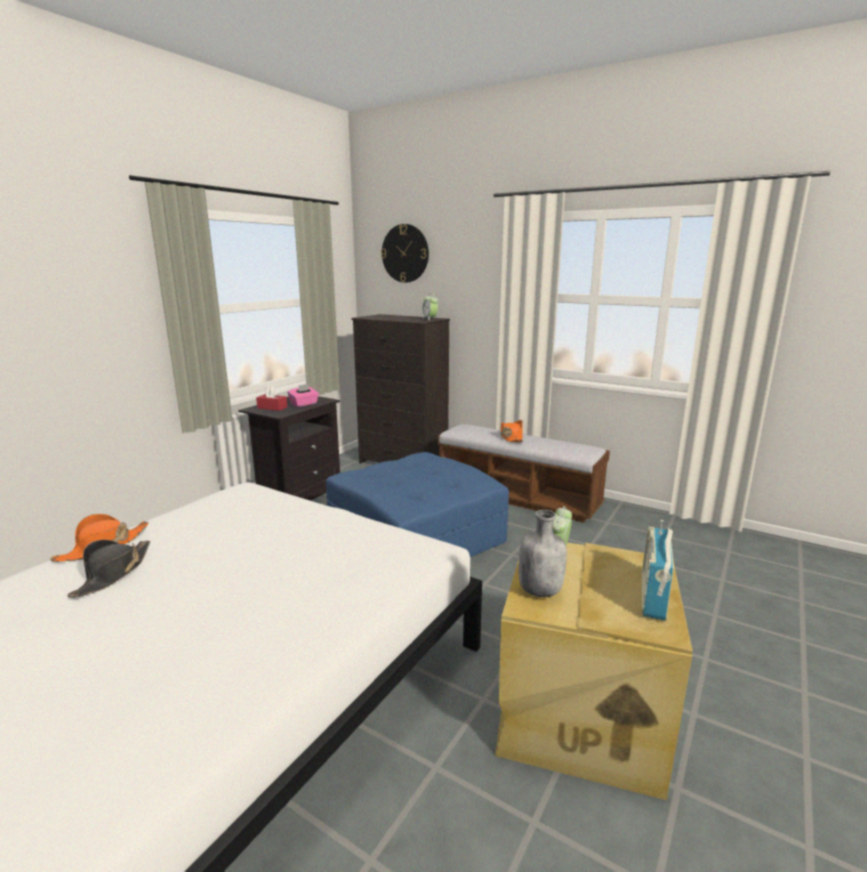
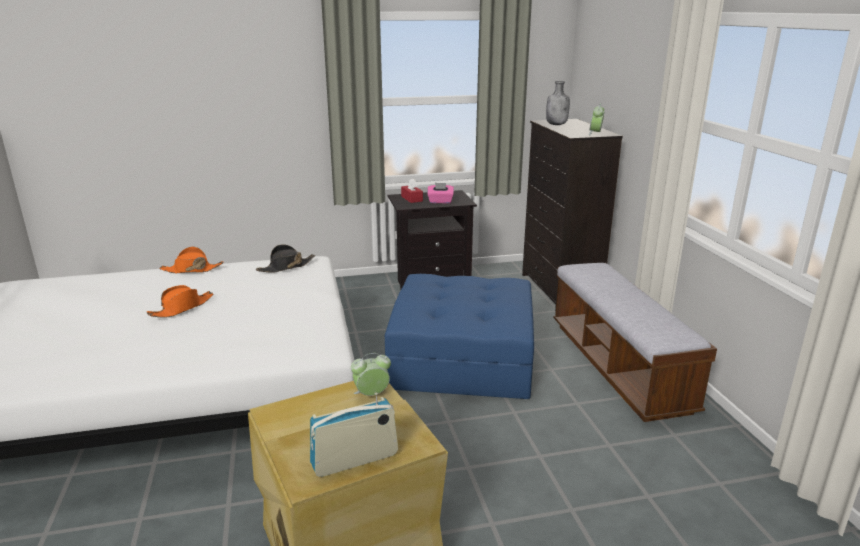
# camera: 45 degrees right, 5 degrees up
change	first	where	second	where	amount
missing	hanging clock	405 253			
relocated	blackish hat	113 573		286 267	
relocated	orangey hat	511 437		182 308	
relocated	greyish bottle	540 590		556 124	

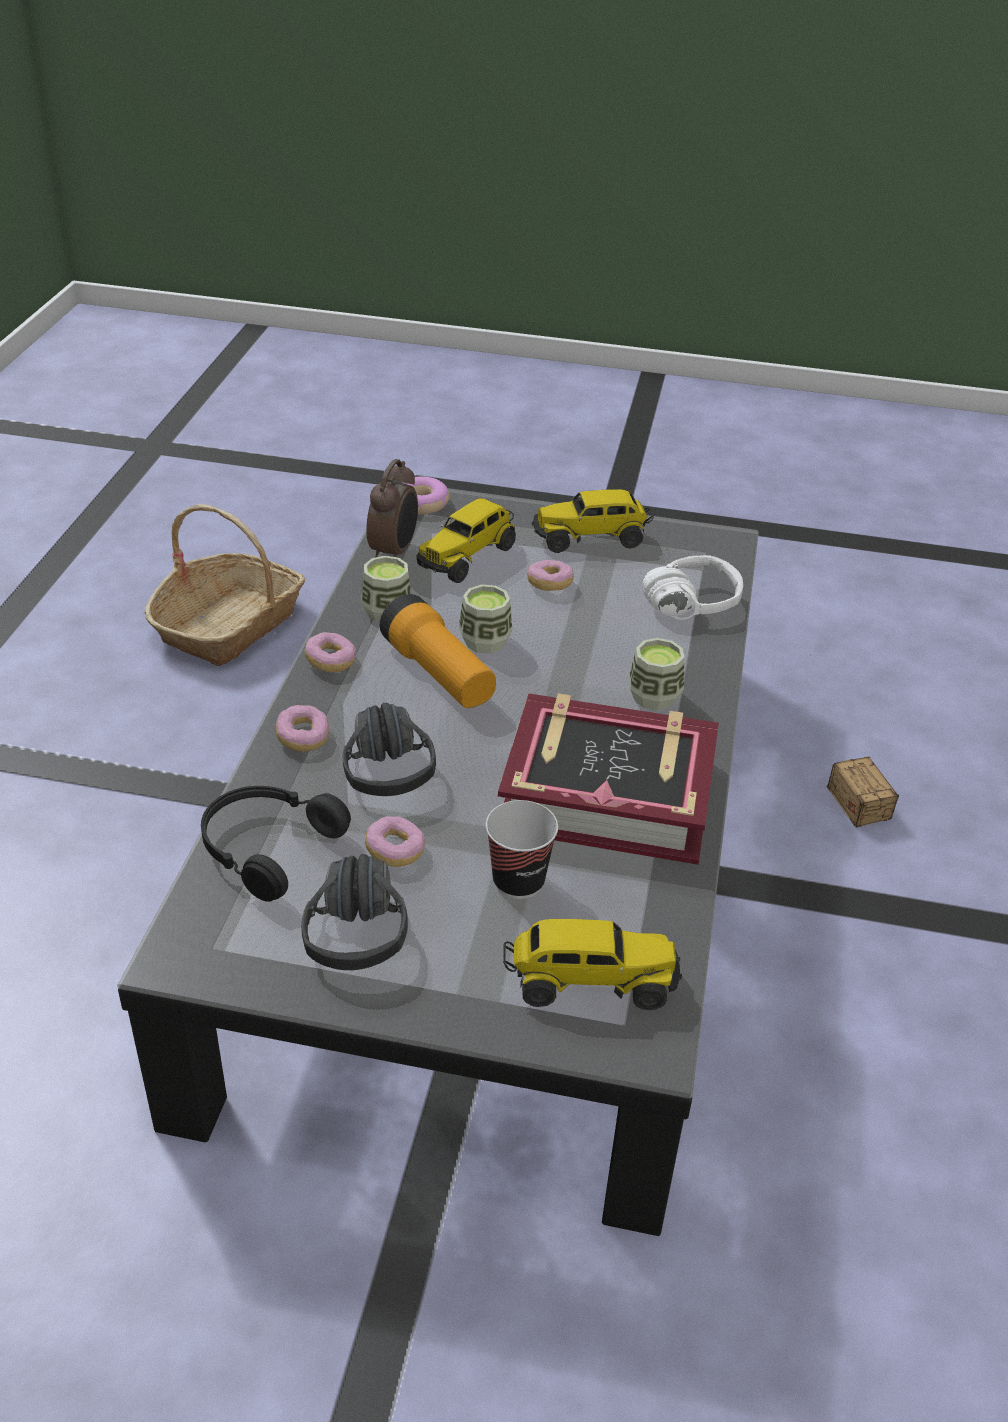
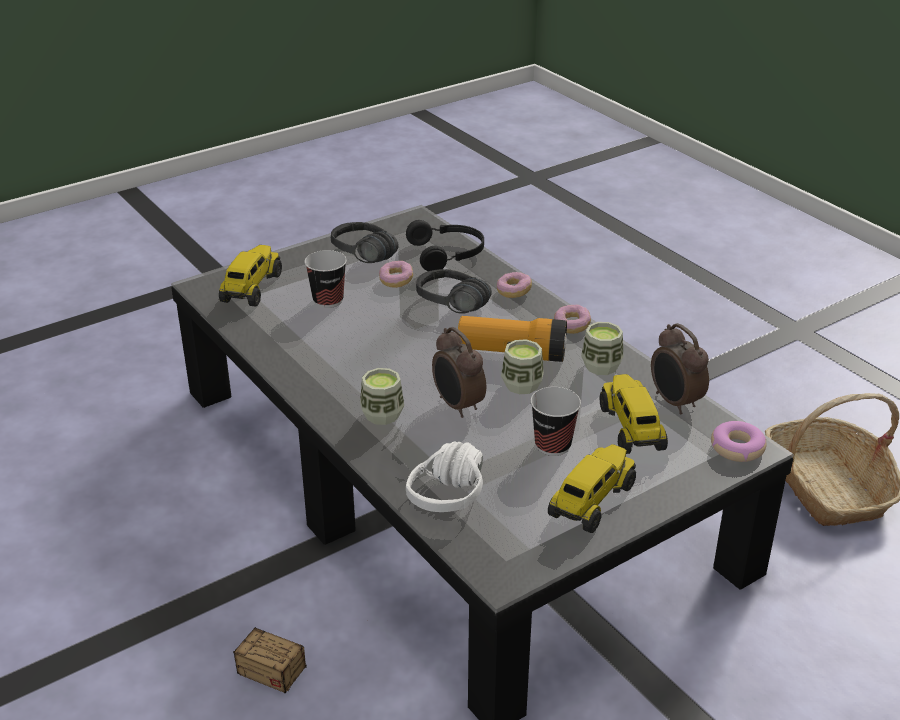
# camera: 135 degrees right, 5 degrees down
change	first	where	second	where	amount
missing	volume	608 793			
appeared			alarm clock	457 406	
exchanged	donut	549 584	small cup	553 445	
spun	toy lorry	590 981		251 288	150 degrees clockwise

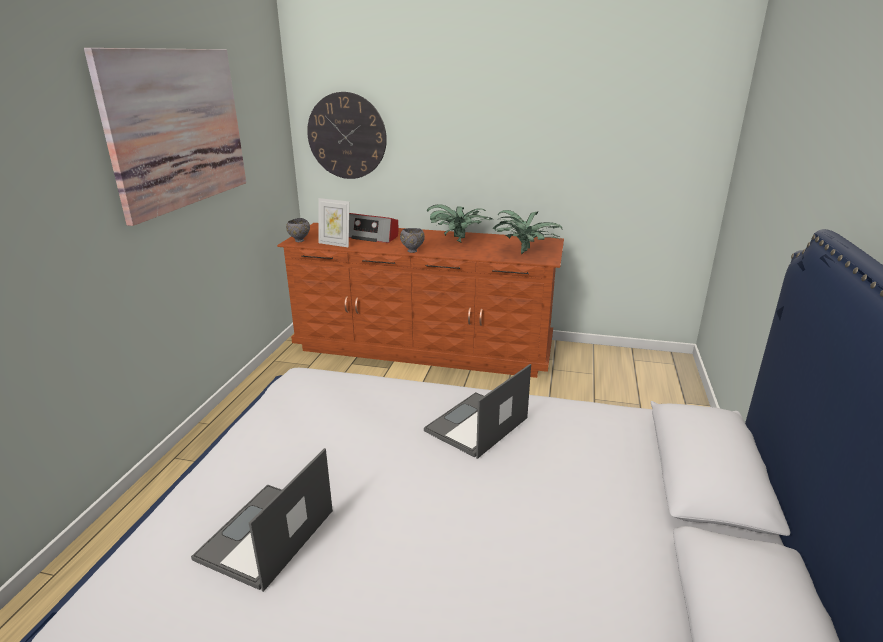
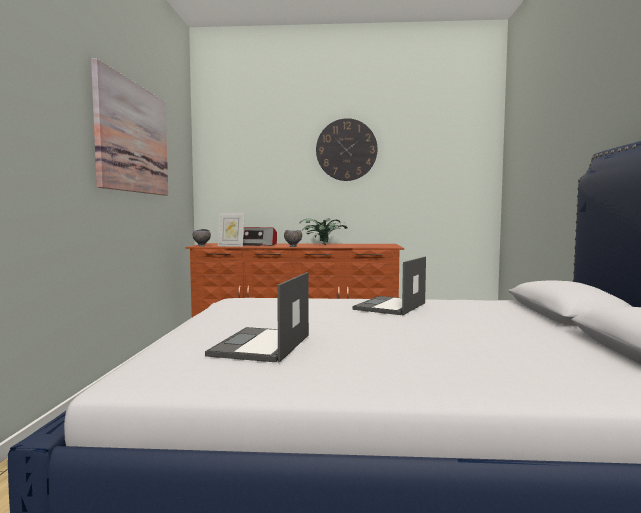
# camera: 10 degrees left, 20 degrees down
change	first	where	second	where	amount
missing	potted plant	525 253			
relocated	hanging clock	347 136		346 150	

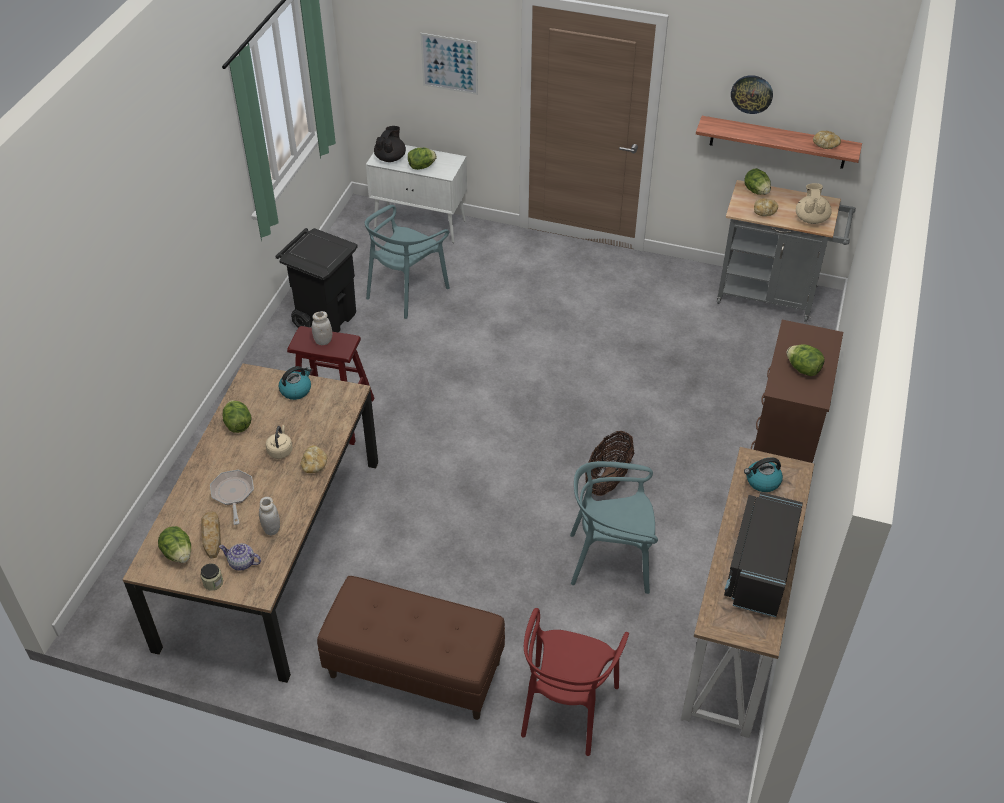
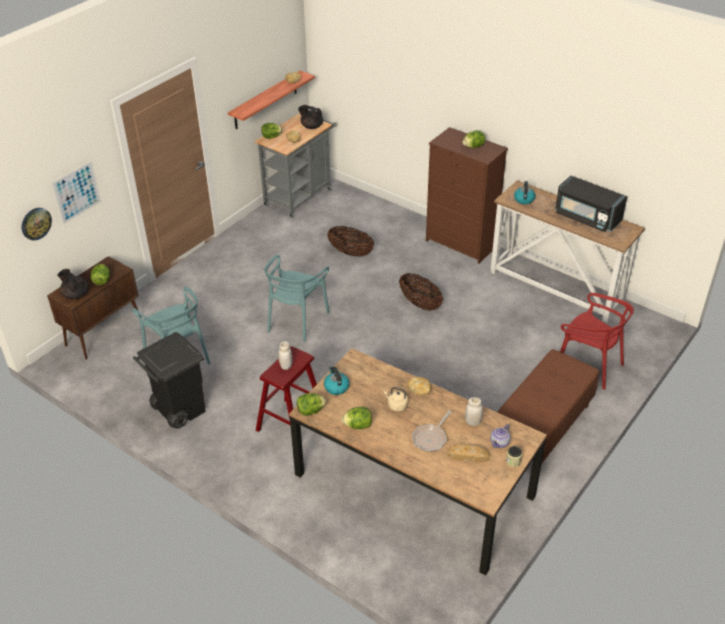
# camera: 70 degrees left, 5 degrees down
change	first	where	second	where	amount
appeared			household basket	350 253	
relocated	lettuce	178 554		310 411	
relocated	blue-green plain chair	610 560		296 321	
relocated	hanging clock	752 94		36 223	
colour	white cupboard	421 224	brown cupboard	104 332	
colour	sand-coloured teapot	811 218	blackish teapot	311 126	
spun	skillet	233 494		431 438	60 degrees counterclockwise

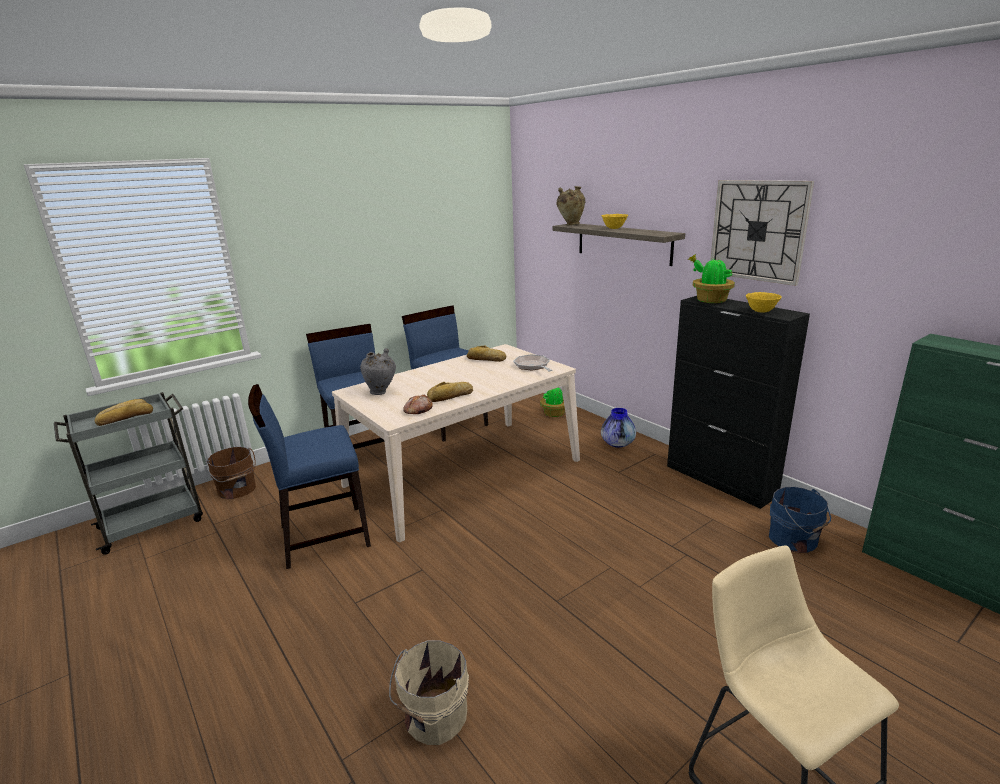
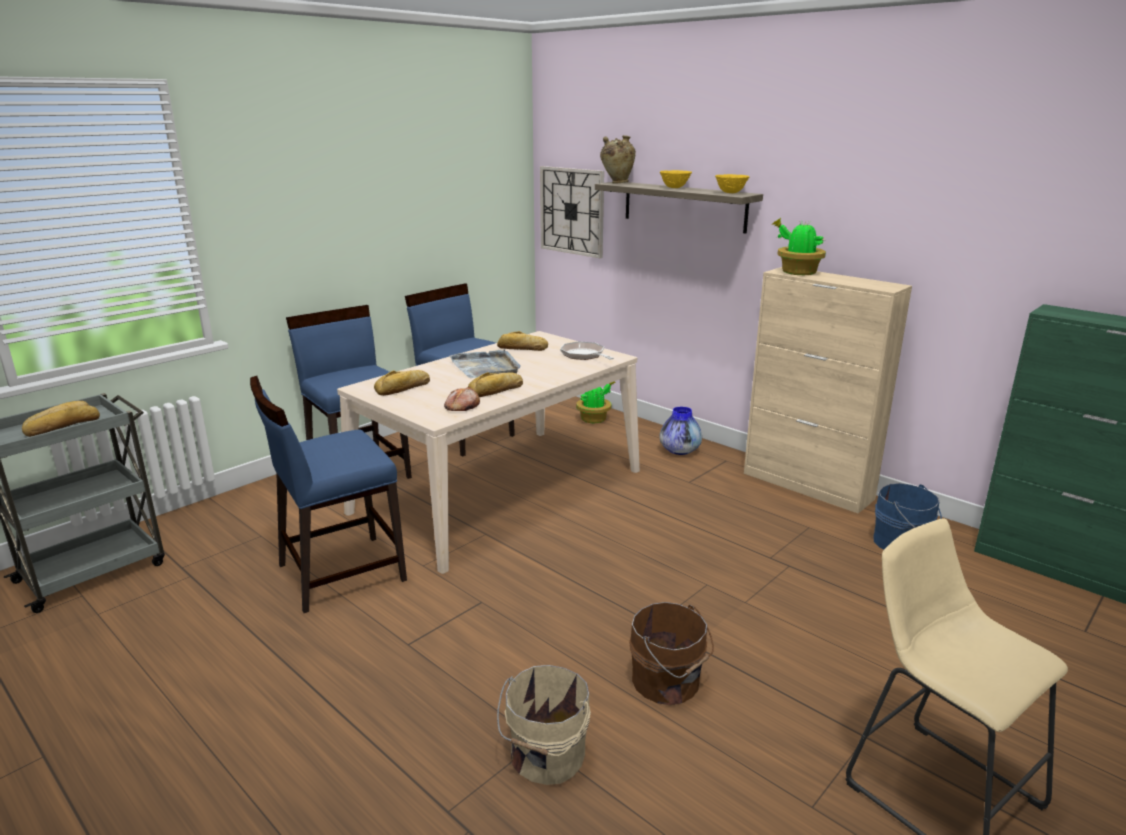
# camera: 10 degrees left, 0 degrees up
change	first	where	second	where	amount
appeared			greyish serving tray	486 367	
relocated	brown bucket	237 490		668 683	
relocated	hanging clock	758 231		572 211	
relocated	yellowish serving bowl	761 311		731 193	
exchanged	greyish flower vase	381 392	bakery bread	404 388	
colour	blackish cupboard	720 480	sand-coloured cupboard	807 486	

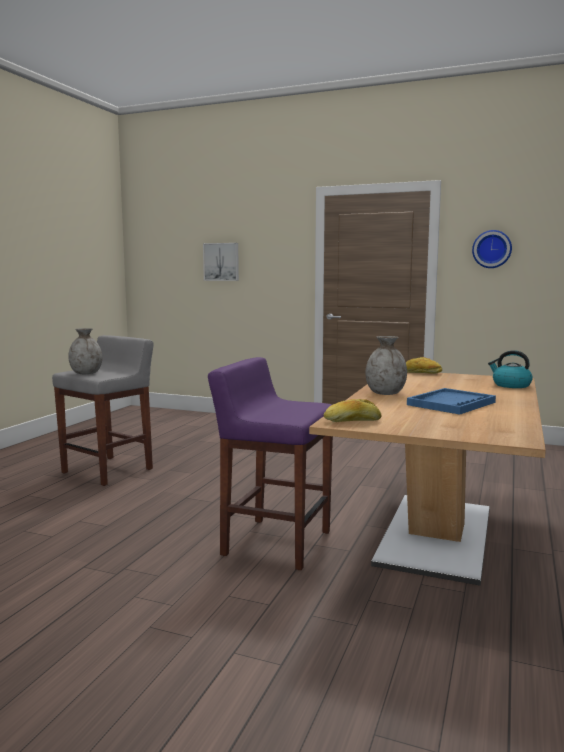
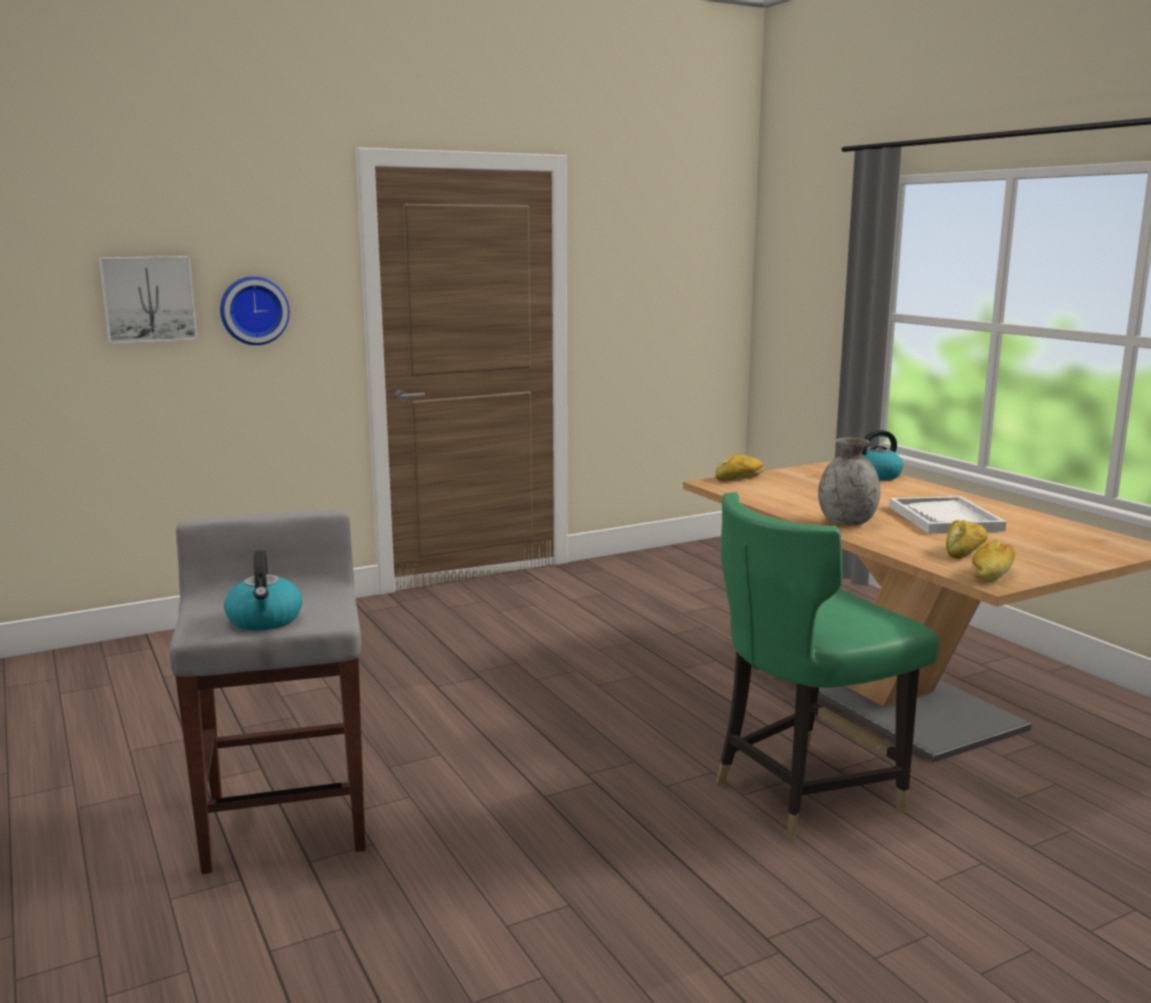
# camera: 50 degrees left, 5 degrees up
change	first	where	second	where	amount
appeared			bakery bread	965 551	
relocated	hanging clock	492 249		253 310	
exchanged	greyish flower vase	86 373	kettle	265 620	
exchanged	purple sitting stool	275 543	green-coloured plain chair	804 792	
colour	blue serving tray	451 403	white serving tray	945 518	

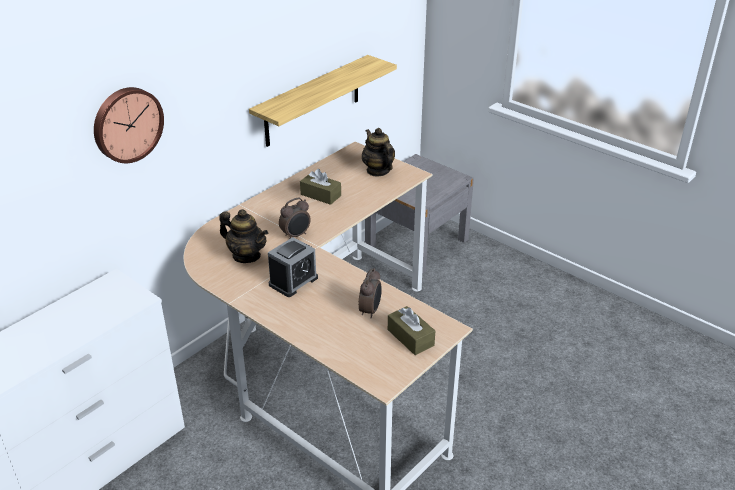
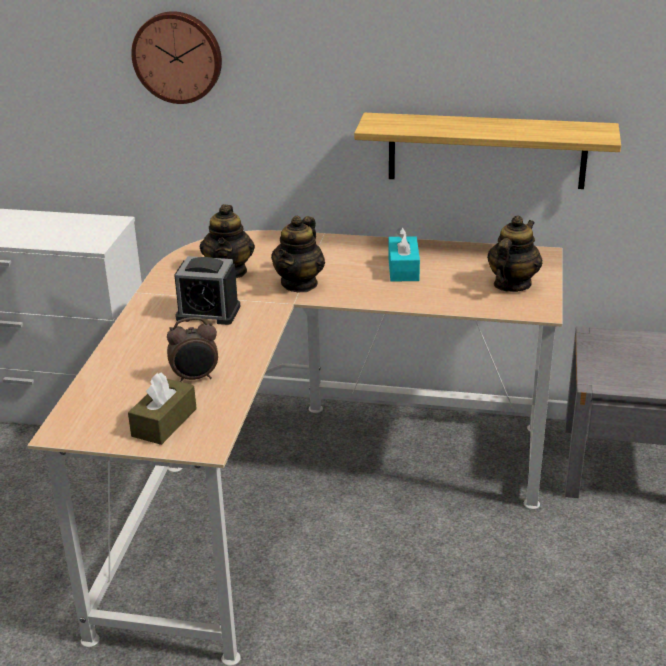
# camera: 60 degrees right, 5 degrees down
change	first	where	second	where	amount
exchanged	alarm clock	296 235	teapot	299 283	
colour	brown tissue holder	320 195	blue-green tissue holder	403 269	

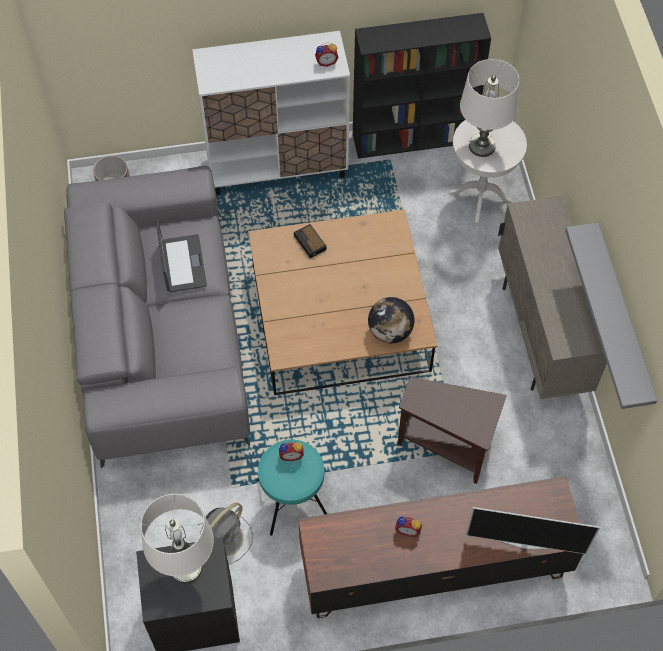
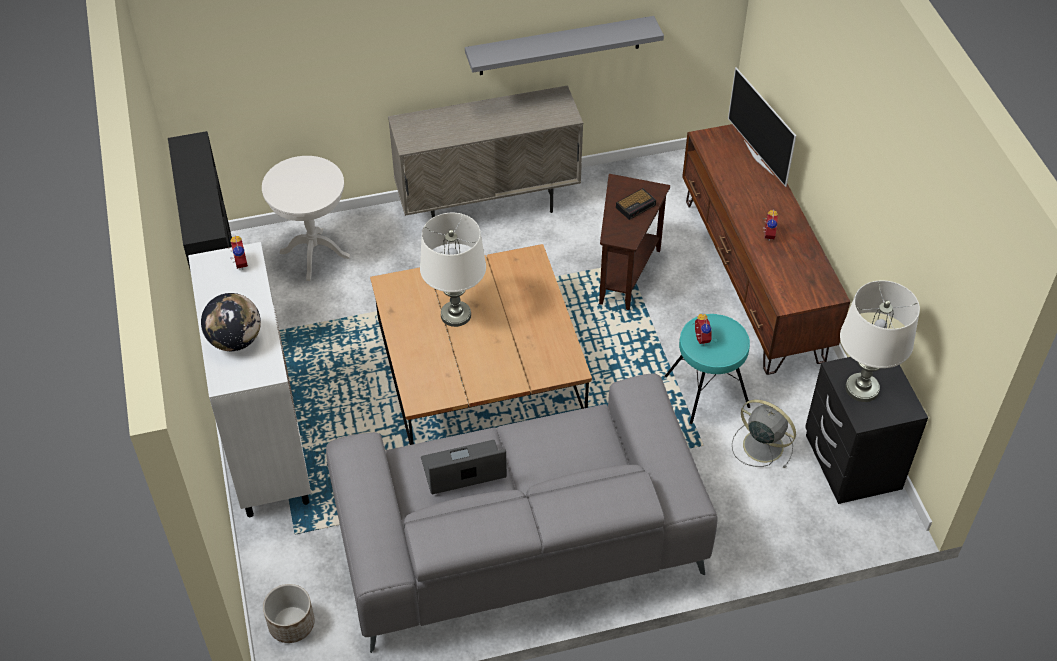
# camera: 95 degrees left, 10 degrees down
change	first	where	second	where	amount
relocated	alarm clock	310 243		636 206	
relocated	world globe	390 331		235 340	
relocated	white table lamp	482 146		456 315	
spun	TV set	524 542		759 157	150 degrees clockwise

